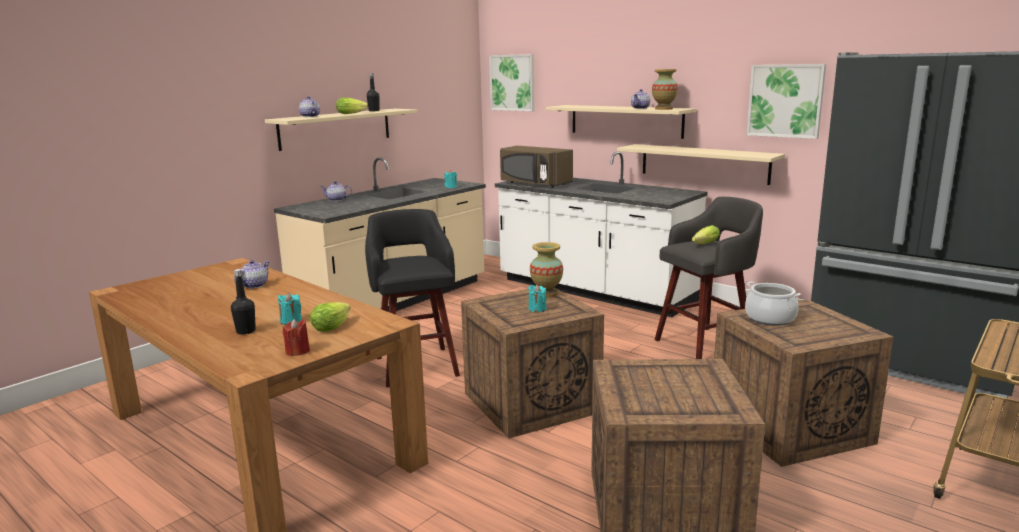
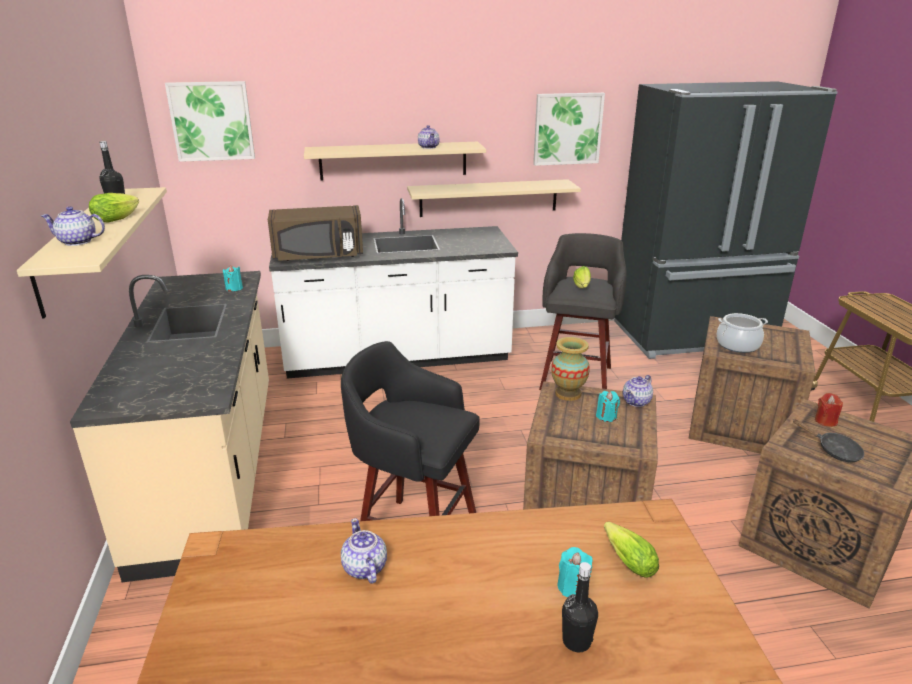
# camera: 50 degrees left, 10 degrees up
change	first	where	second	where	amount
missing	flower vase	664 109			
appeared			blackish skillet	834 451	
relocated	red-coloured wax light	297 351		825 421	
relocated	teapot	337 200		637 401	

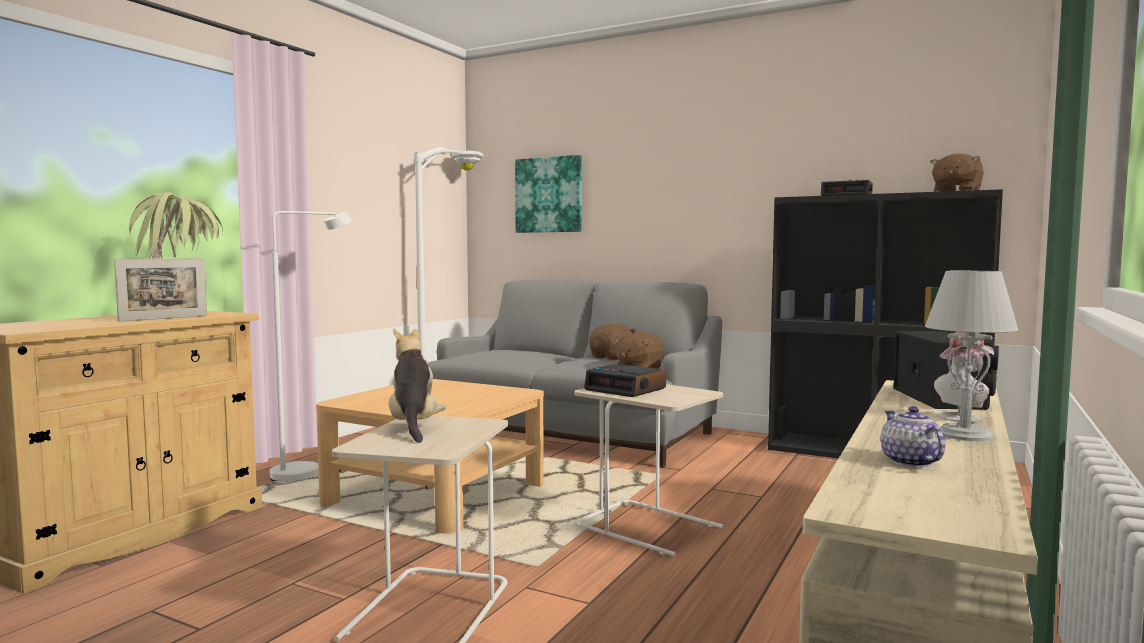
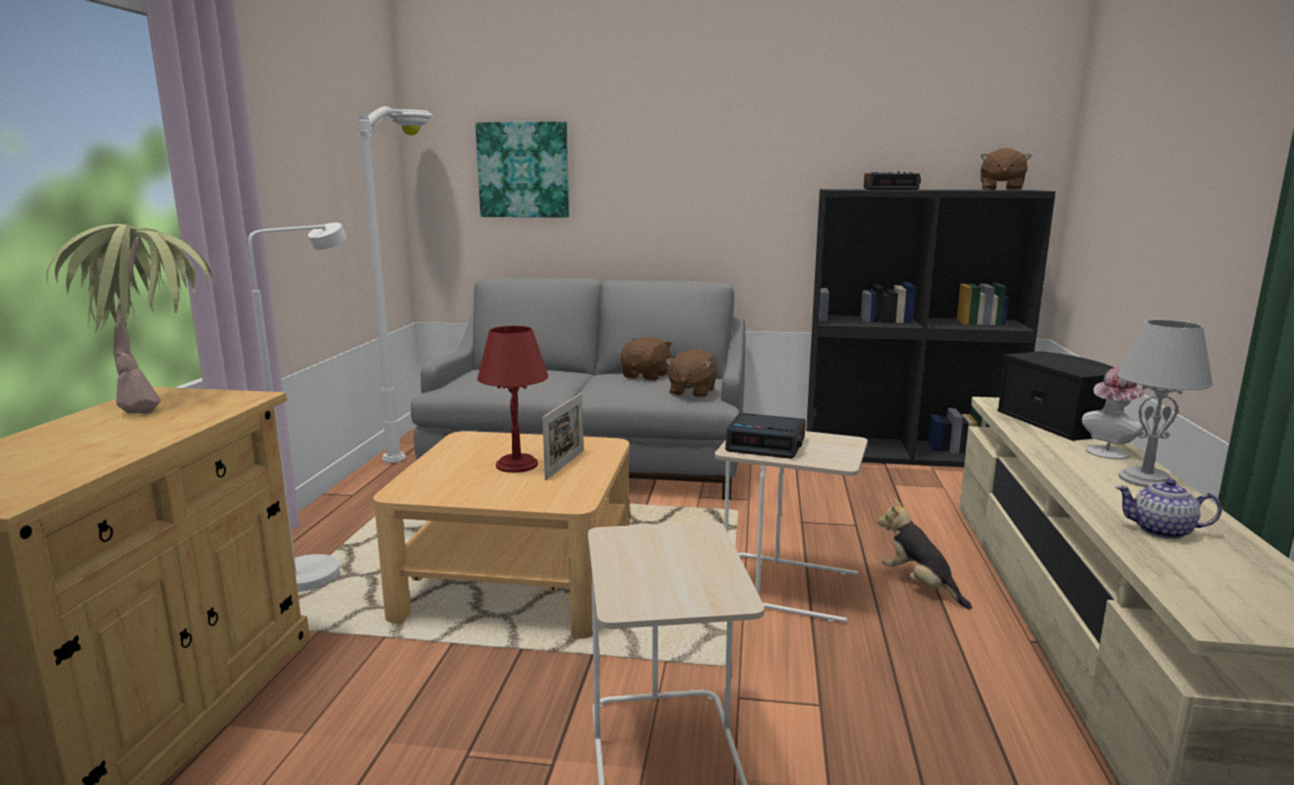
# camera: 20 degrees left, 10 degrees up
change	first	where	second	where	amount
appeared			red-coloured table lamp	517 465	
relocated	picture frame	164 318		565 465	
relocated	cuddly toy	414 426		919 585	
spun	teapot	910 462		1162 531	45 degrees counterclockwise

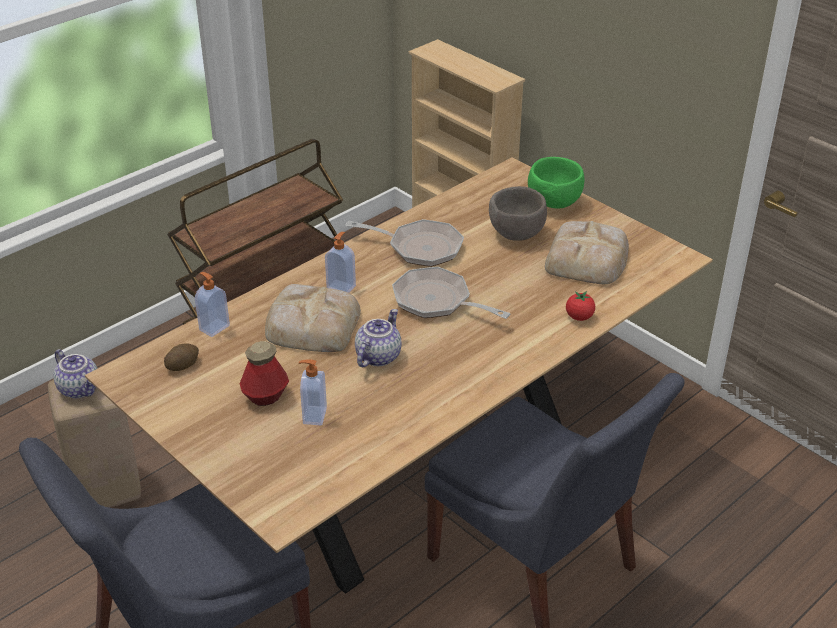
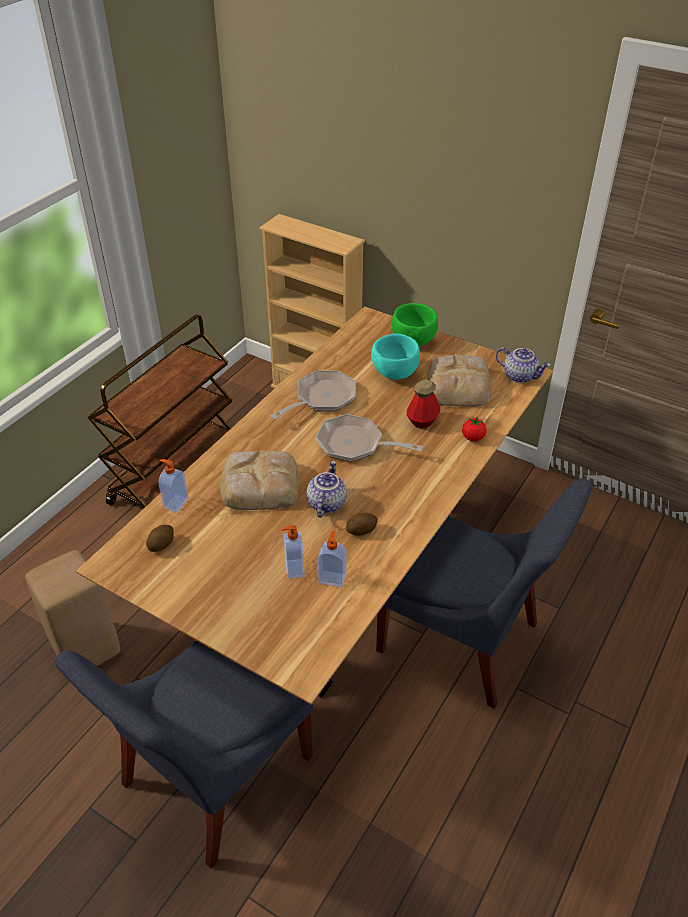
# camera: 15 degrees left, 5 degrees up
change	first	where	second	where	amount
appeared			spud	361 530	
relocated	teapot	80 389		520 376	
relocated	bottle	265 396		422 421	
relocated	liquid soap bottle	341 286		332 578	
colour	brown serving bowl	516 233	blue-green serving bowl	394 373	
spun	skillet	419 248		321 398	45 degrees counterclockwise

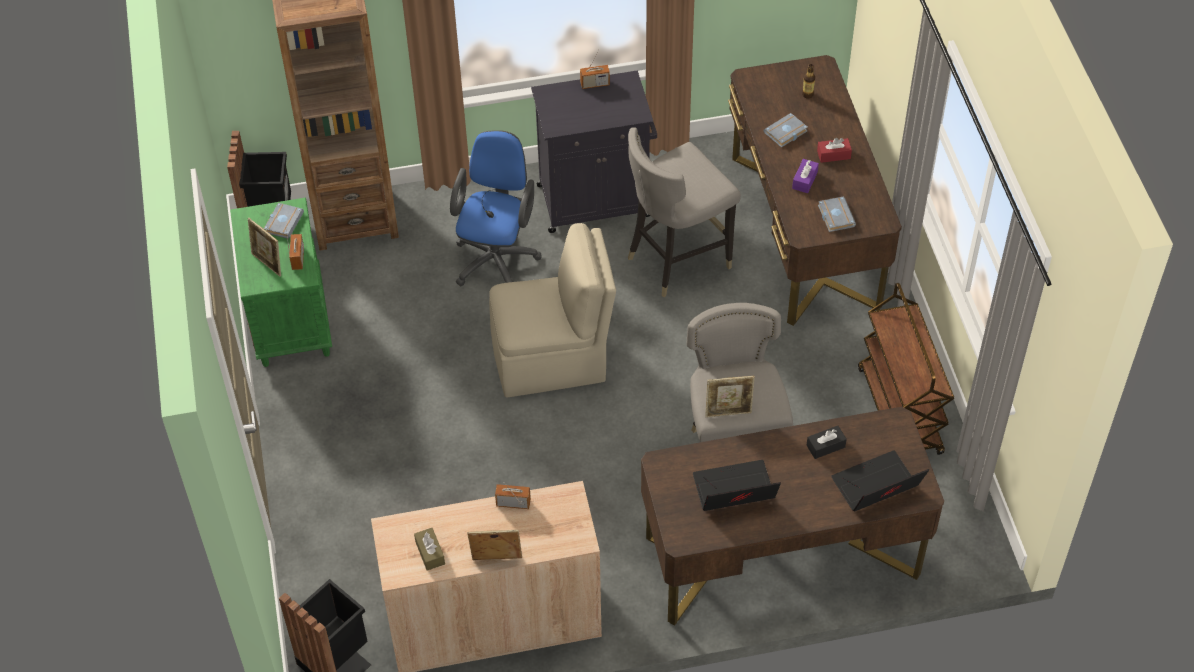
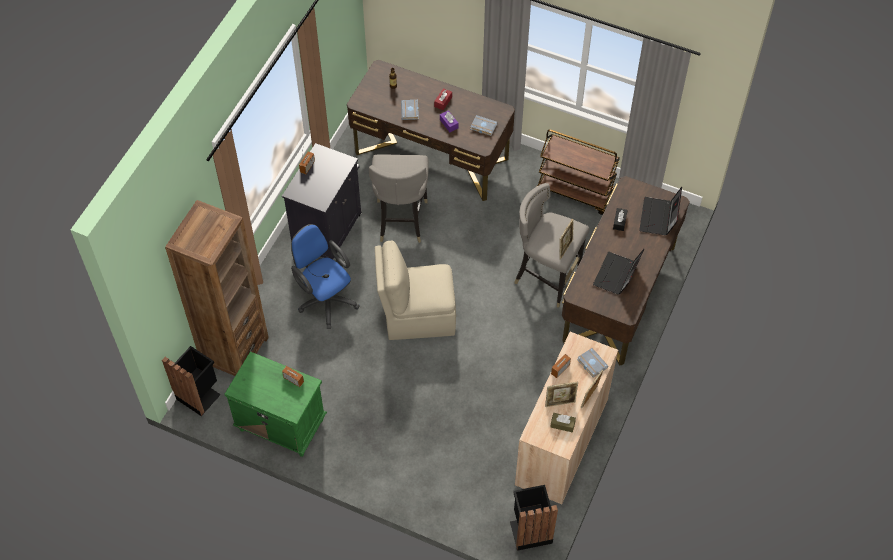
# camera: 55 degrees left, 5 degrees up
change	first	where	second	where	amount
relocated	picture frame	268 264		560 403	
relocated	greyish volume	283 222		591 363	
spun	sand-coloured plain chair	552 359		417 316	120 degrees counterclockwise

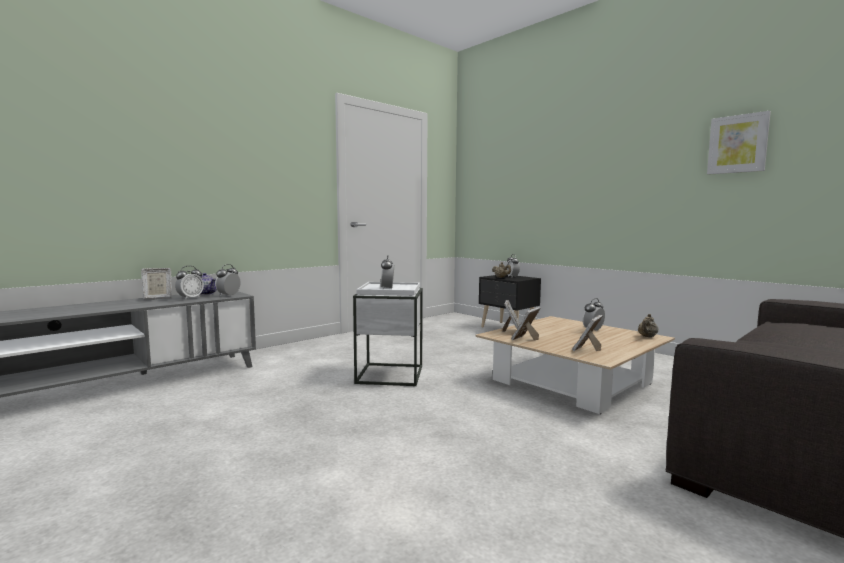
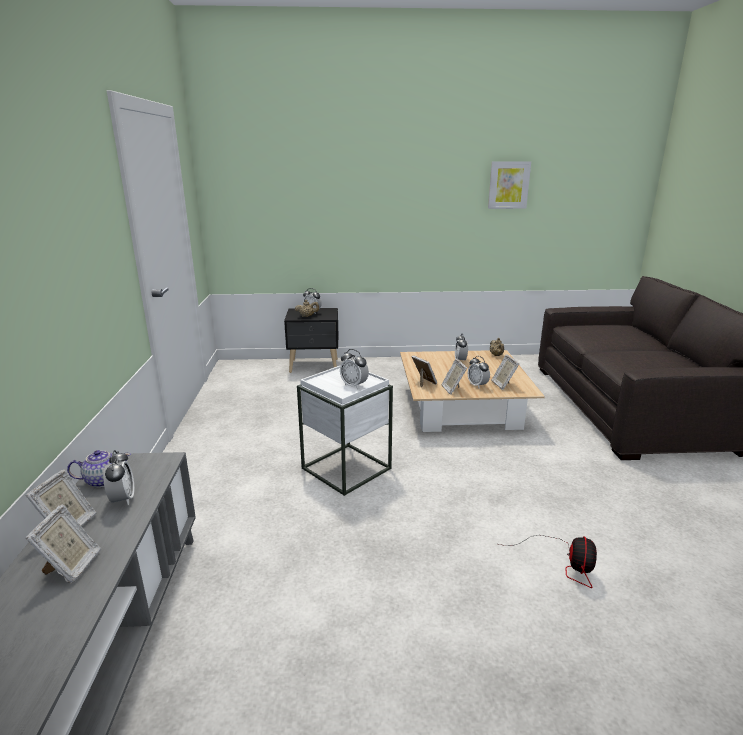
# camera: 50 degrees left, 15 degrees up
change	first	where	second	where	amount
appeared			picture frame	71 567	
appeared			electric fan	564 563	
relocated	alarm clock	228 295		477 385	

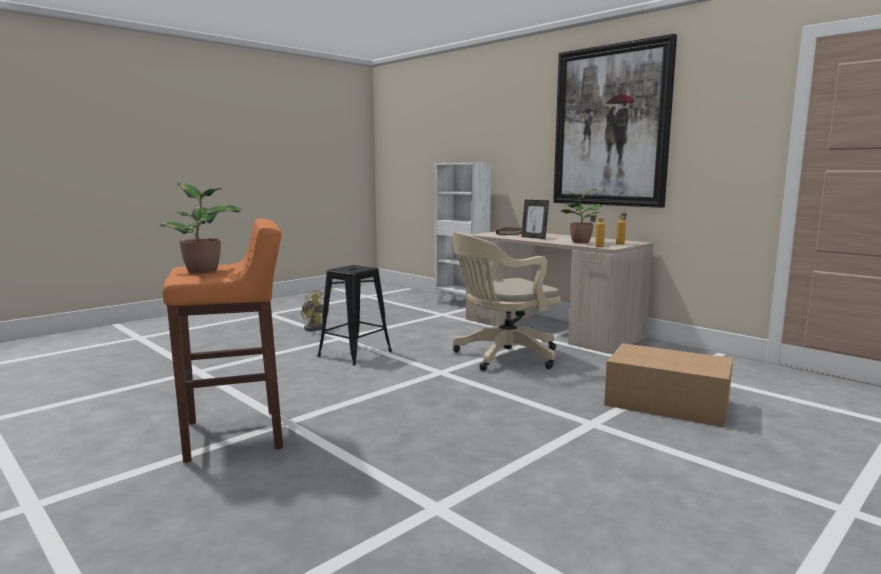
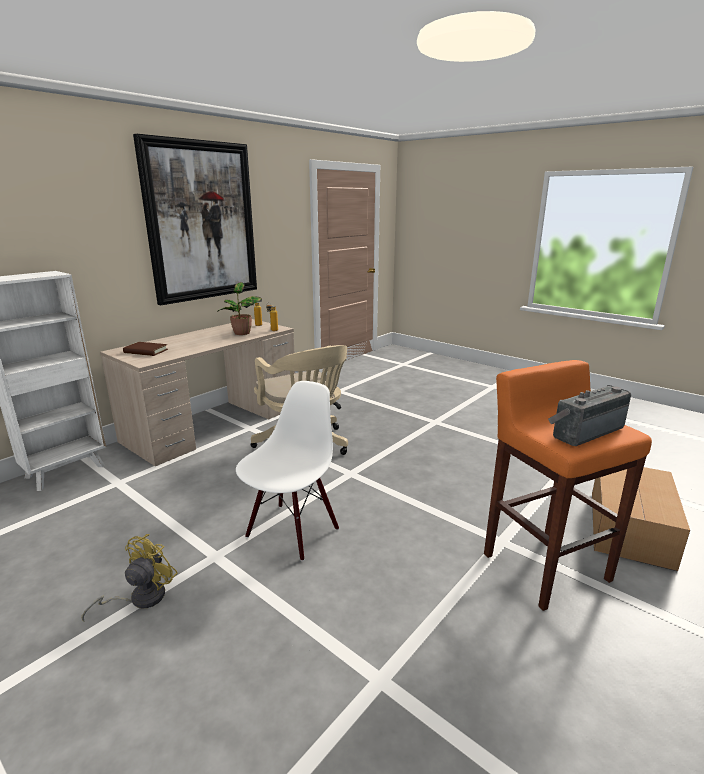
# camera: 95 degrees left, 10 degrees up
change	first	where	second	where	amount
missing	picture frame	534 237			
relocated	packing box	668 404		630 527	
exchanged	potted plant	204 271	radio receiver	584 431	
exchanged	blackish sitting stool	355 353	white plain chair	292 531	

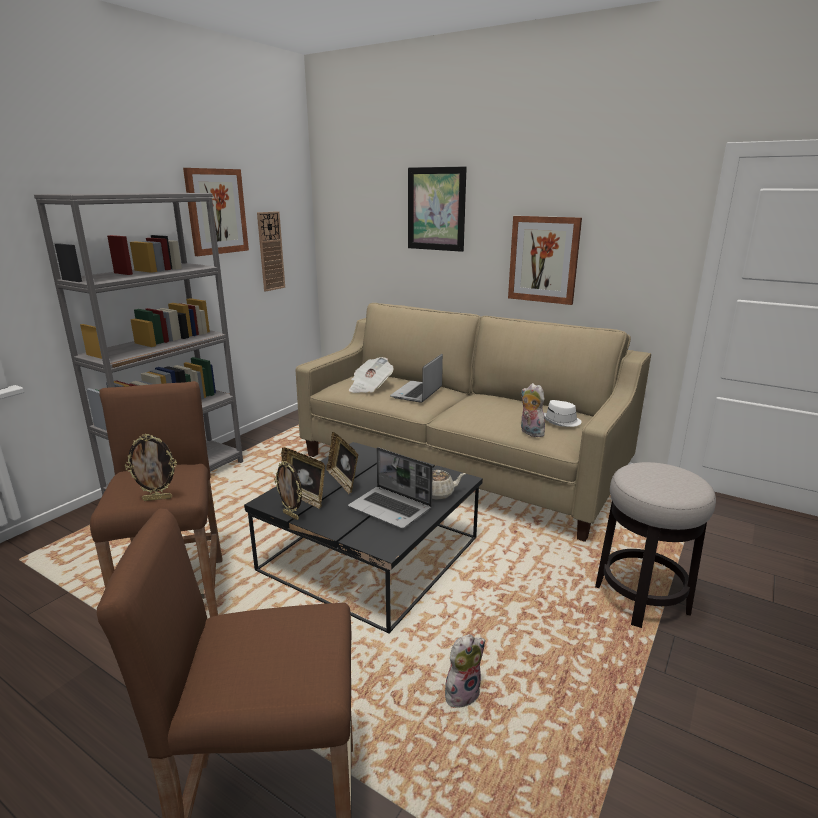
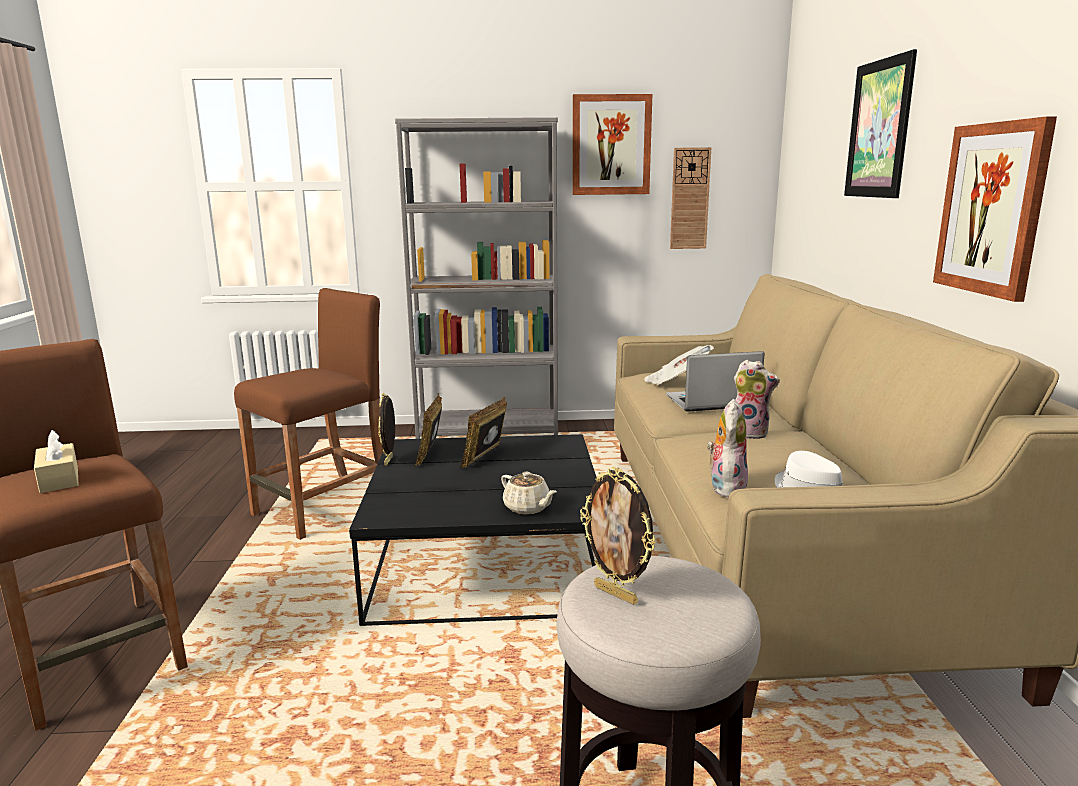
# camera: 55 degrees right, 5 degrees down
change	first	where	second	where	amount
missing	portable computer	391 508			
appeared			sand-coloured tissue holder	59 479	
relocated	picture frame	158 498		616 594	
relocated	cuddly toy	462 693		749 433	

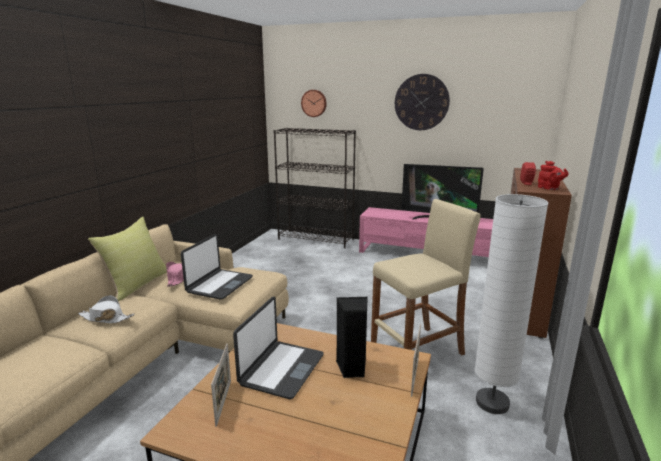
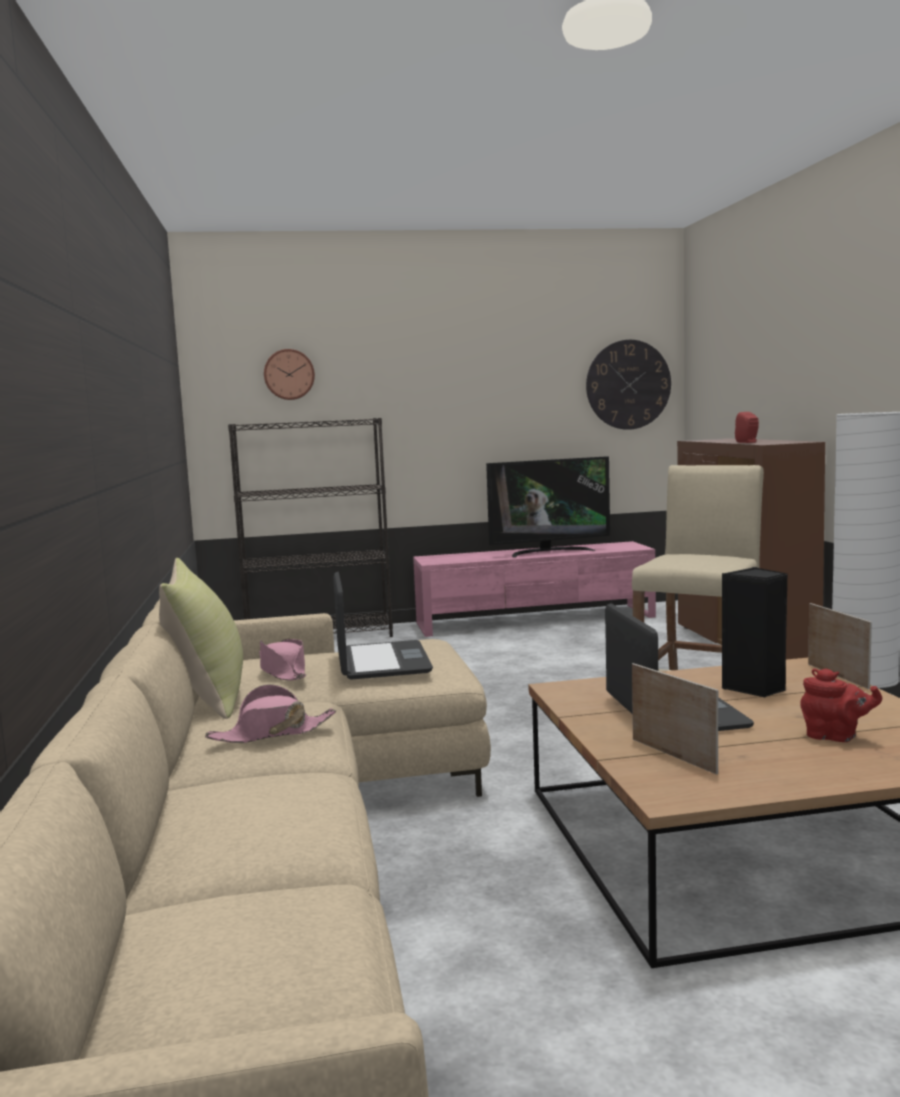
# camera: 30 degrees left, 10 degrees down
change	first	where	second	where	amount
relocated	hanging clock	421 102		628 384	
relocated	red-coloured teapot	549 189		835 737	
colour	white hat	106 318	pink-coloured hat	272 733	

